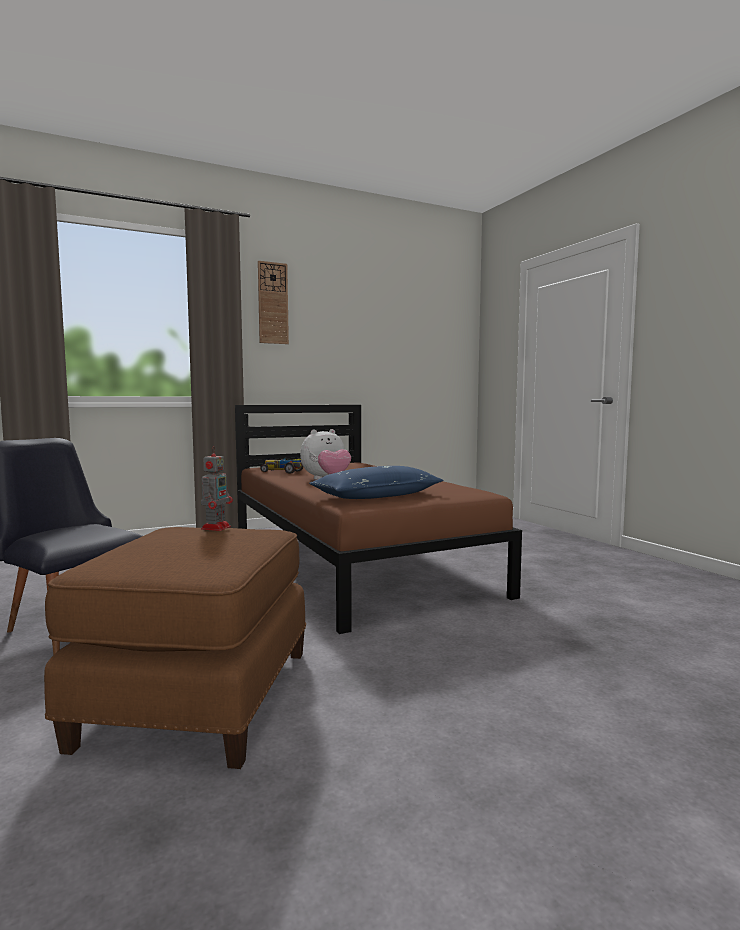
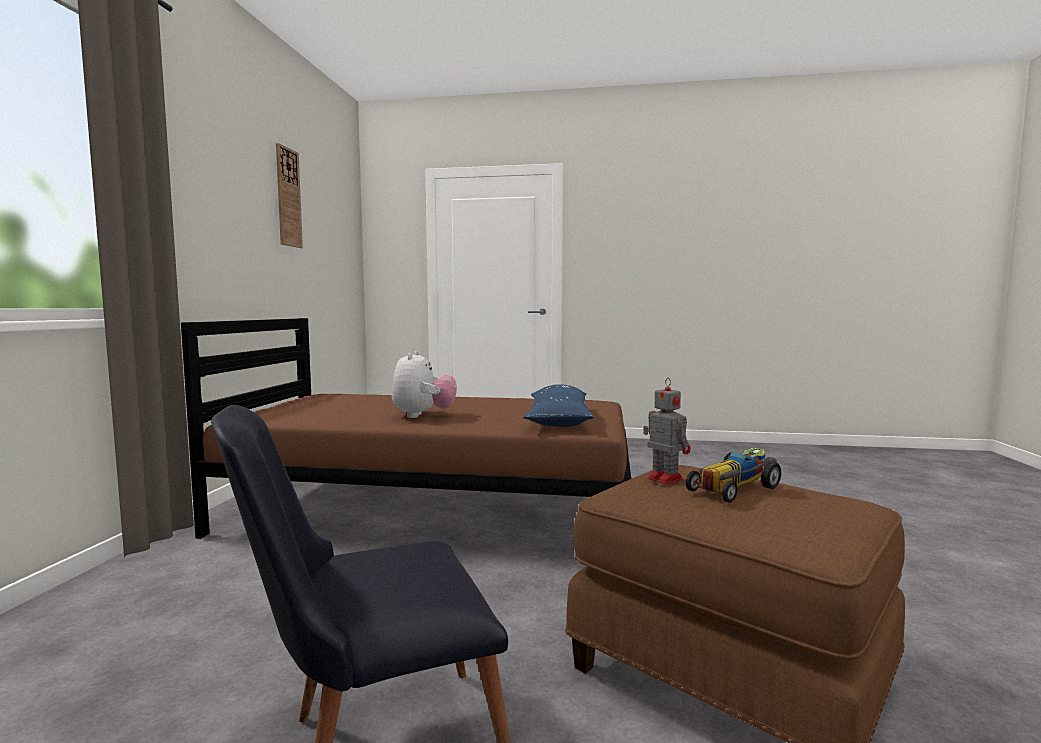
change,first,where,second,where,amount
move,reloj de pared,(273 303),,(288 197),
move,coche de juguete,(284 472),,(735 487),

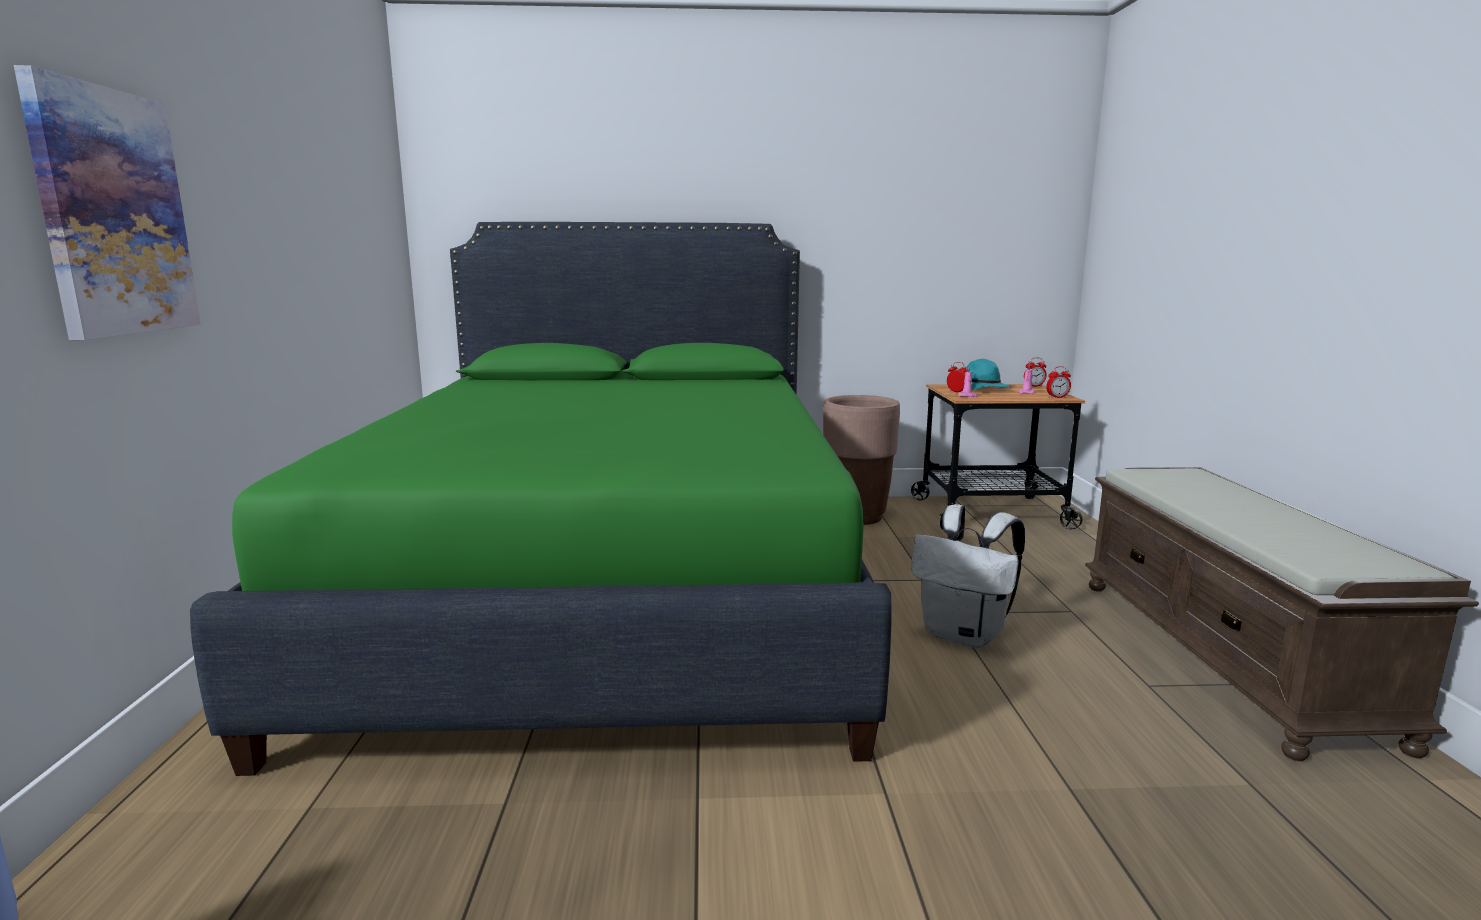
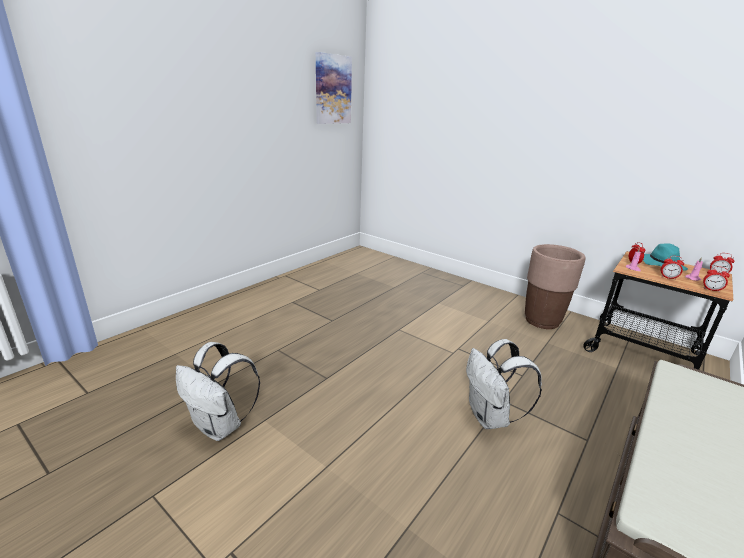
change,first,where,second,where,amount
move,cuadro,(113 213),,(333 89),
delete,cama (verde),(611 588),,,
insert,,,despertador,(668 278),
insert,,,mochila (blanco),(221 426),

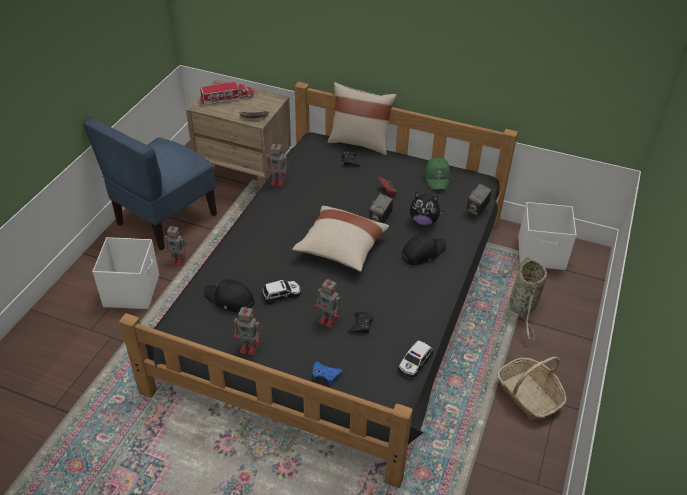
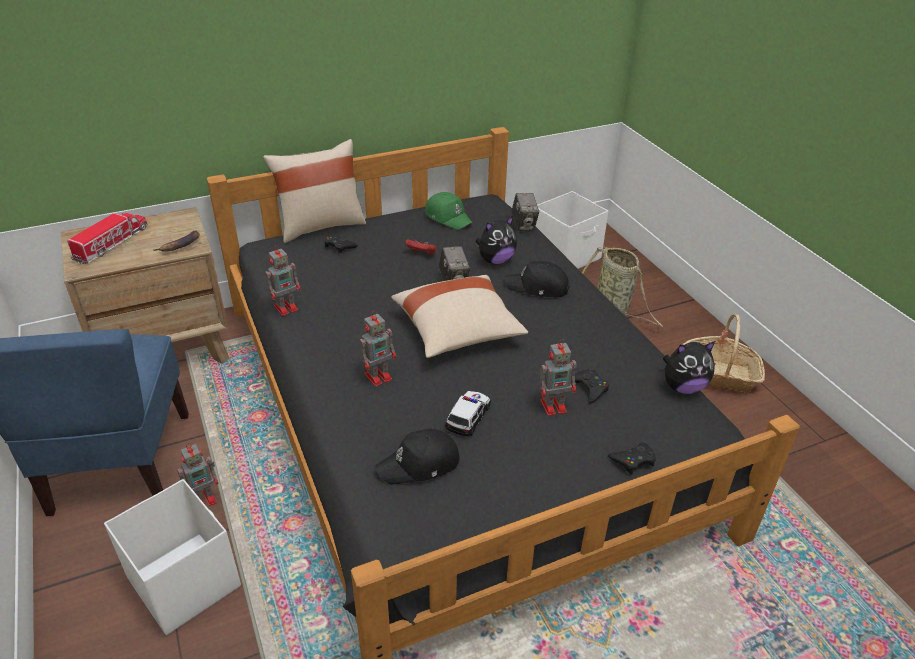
change,first,where,second,where,amount
rotate,gorra (negro),(423 252),,(537 287),90 degrees counterclockwise
move,robot de juguete,(250 347),,(379 376),
replace,coche de juguete,(415 362),peluche,(683 386),
recolor,mando de consola (azul),(325 374),mando de consola (negro),(633 460),

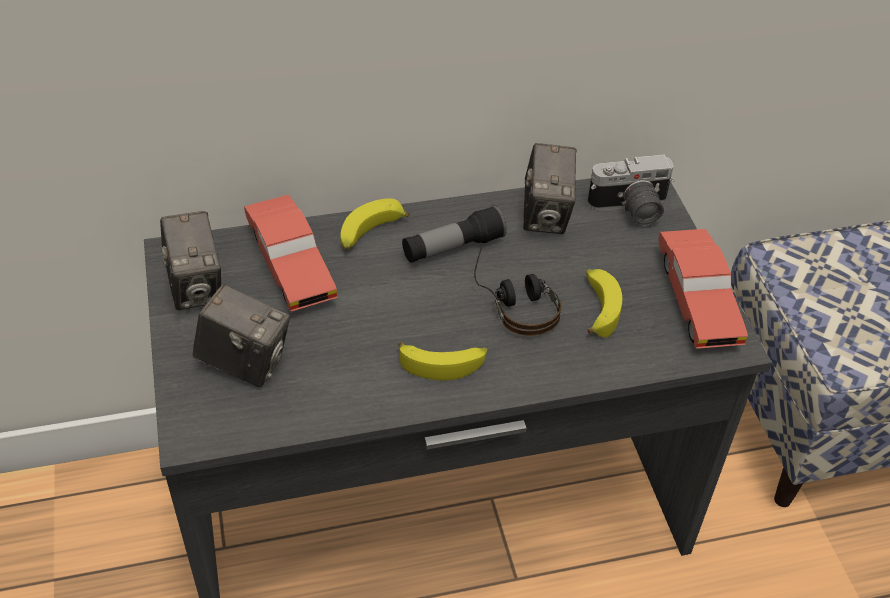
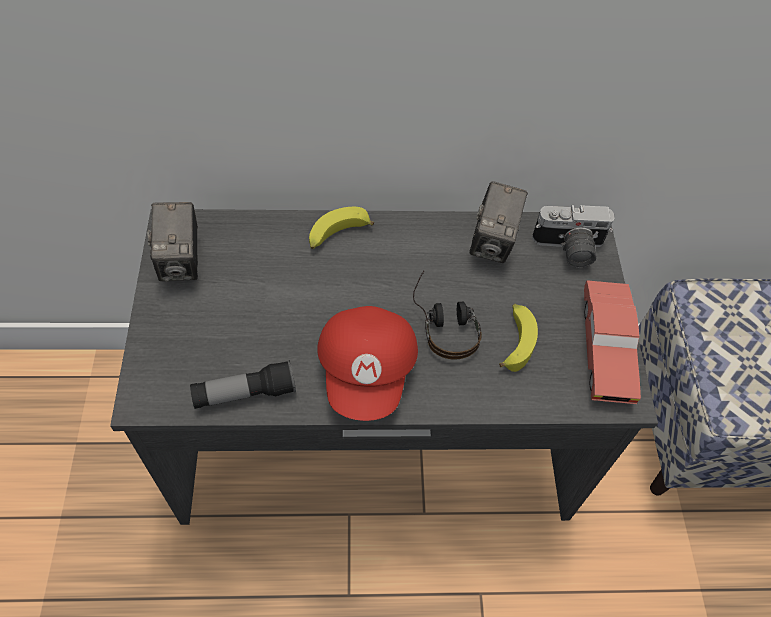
change,first,where,second,where,amount
delete,coche de juguete (rojo),(290 265),,,
move,linterna,(453 247),,(245 393),
delete,cámara,(245 362),,,
replace,plátano,(443 363),gorra (rojo),(368 371),

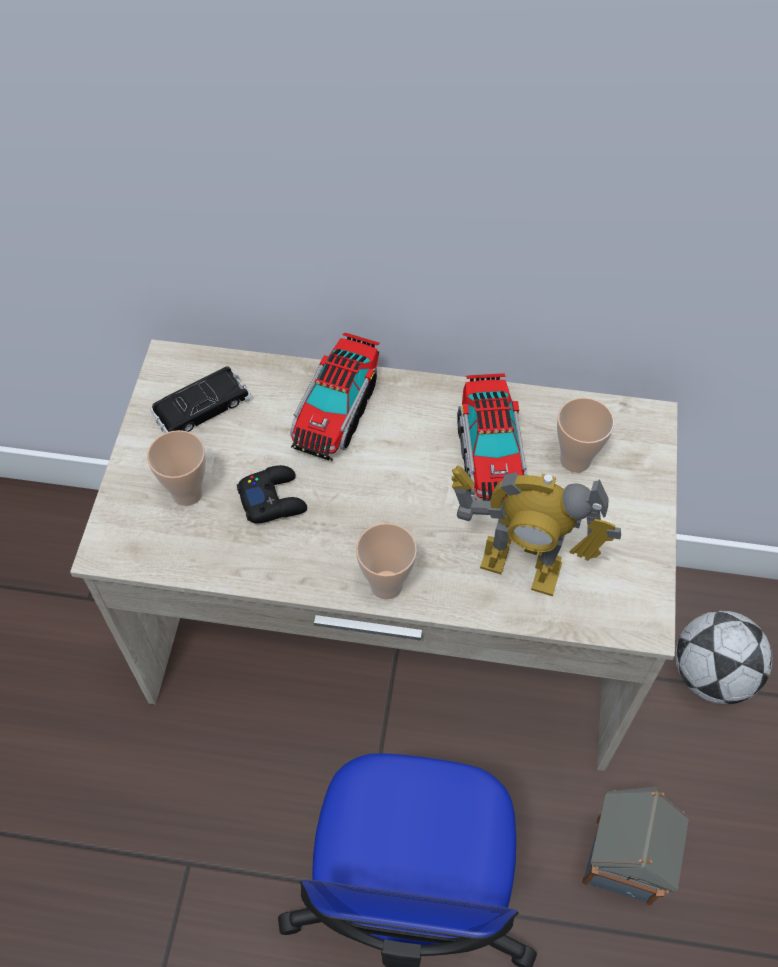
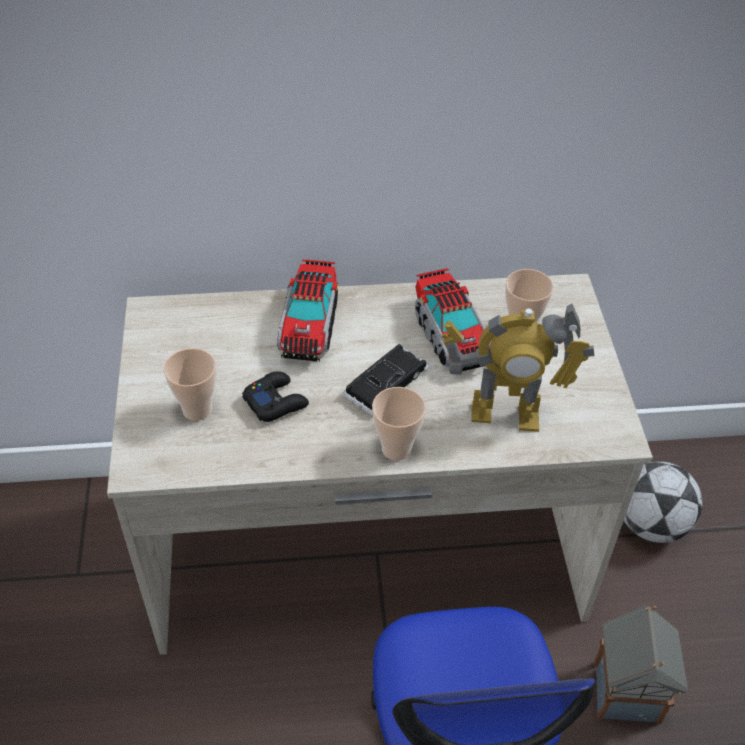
change,first,where,second,where,amount
move,coche de juguete (negro),(202 407),,(386 384),

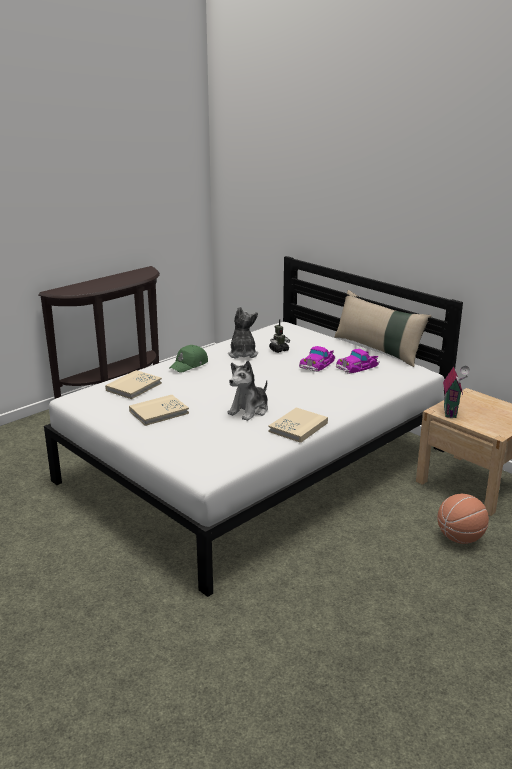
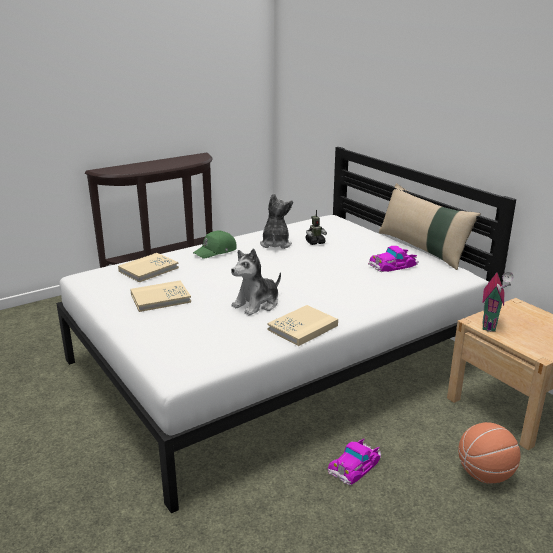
change,first,where,second,where,amount
move,coche de juguete,(318 363),,(355 465),

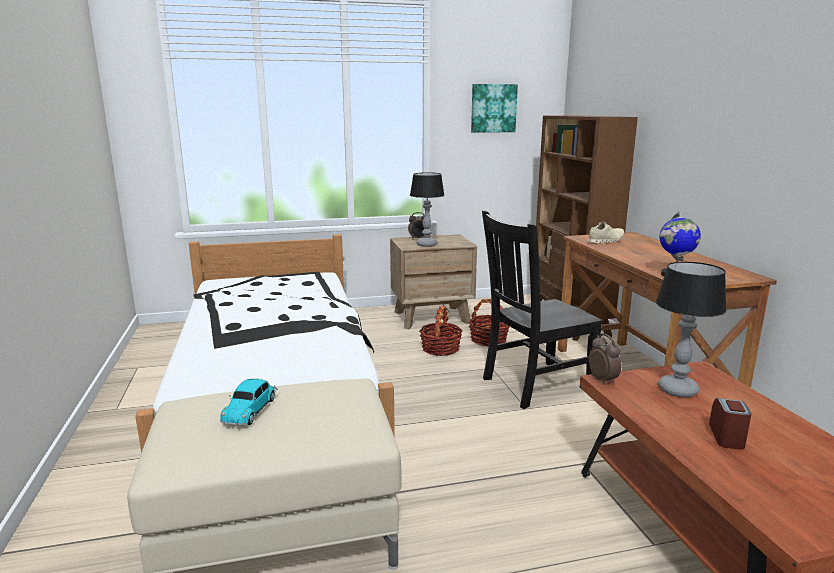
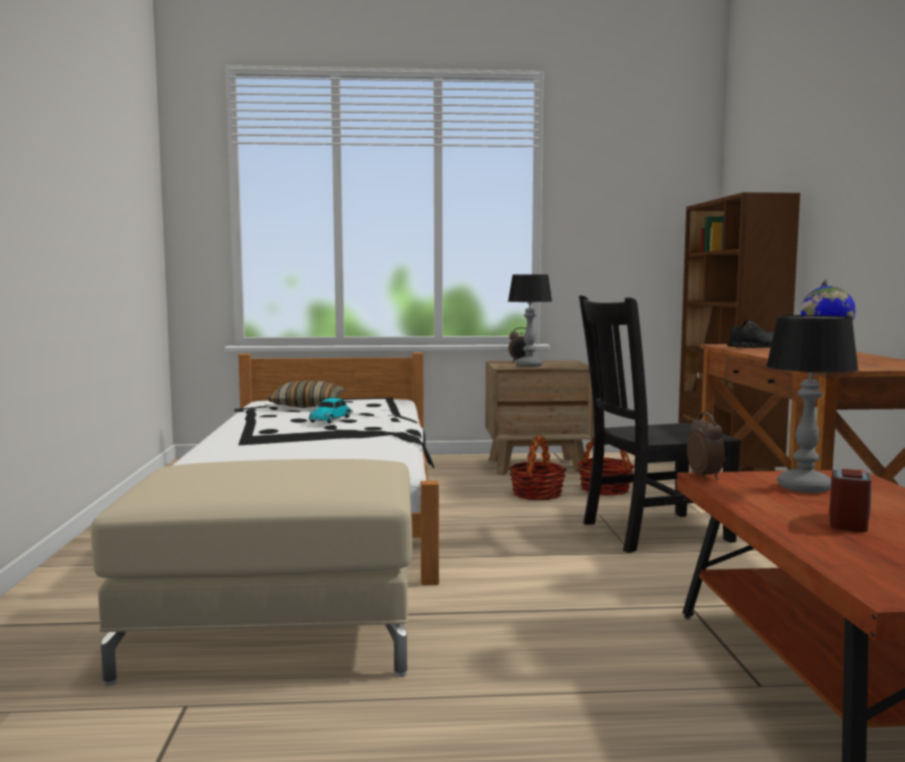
change,first,where,second,where,amount
delete,cuadro,(493 108),,,
recolor,zapato (beis),(605 241),zapato (negro),(755 347),
move,coche de juguete,(251 409),,(331 419),
insert,,,cojín,(307 405),

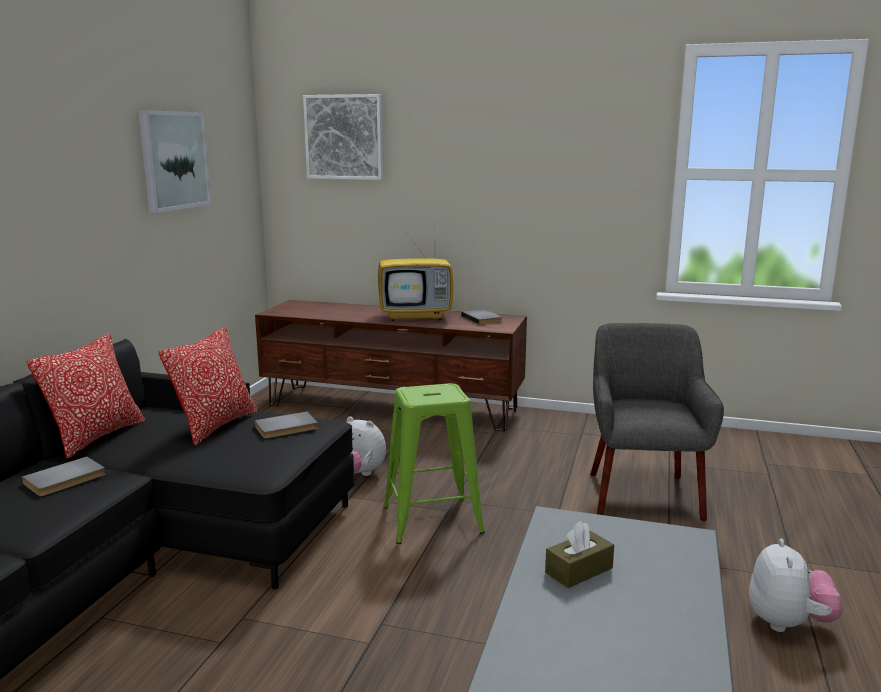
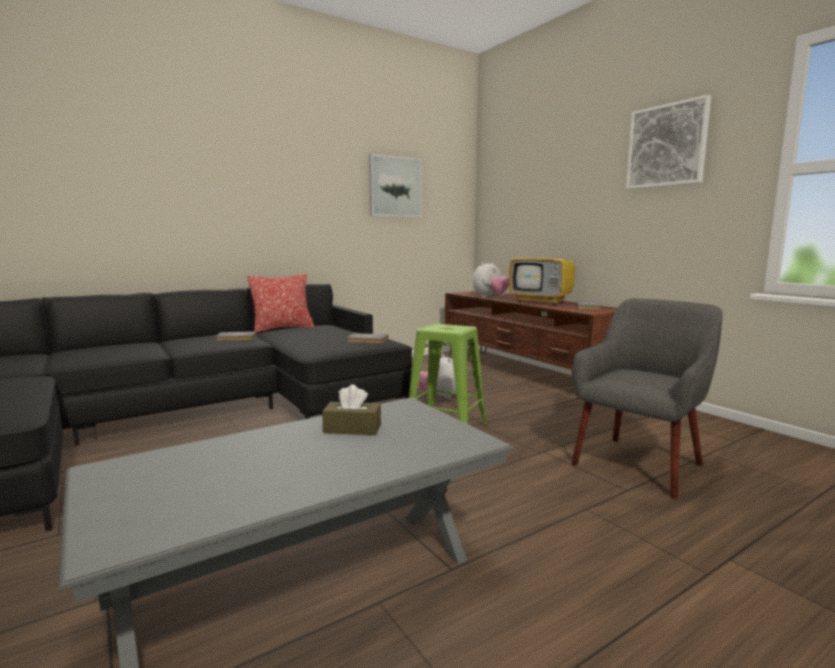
change,first,where,second,where,amount
move,cuadro,(344 137),,(667 146),
delete,cojín,(215 426),,,
move,peluche,(788 623),,(490 297),

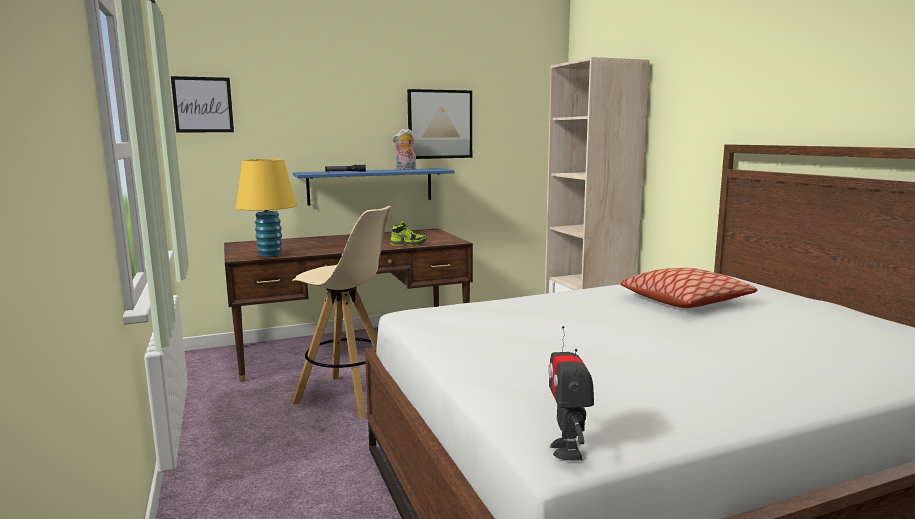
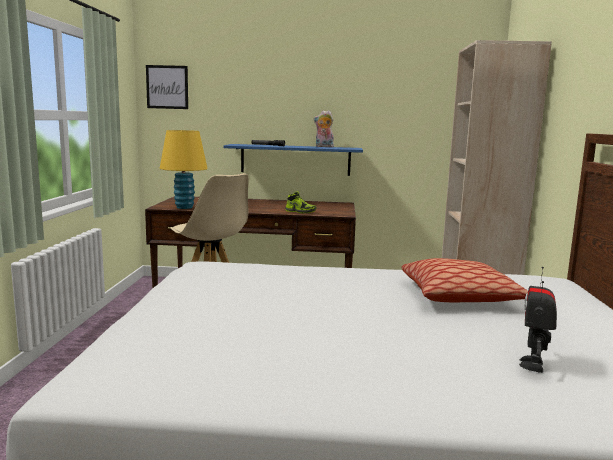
change,first,where,second,where,amount
delete,cuadro,(440 124),,,
move,robot de juguete,(567 450),,(533 364),

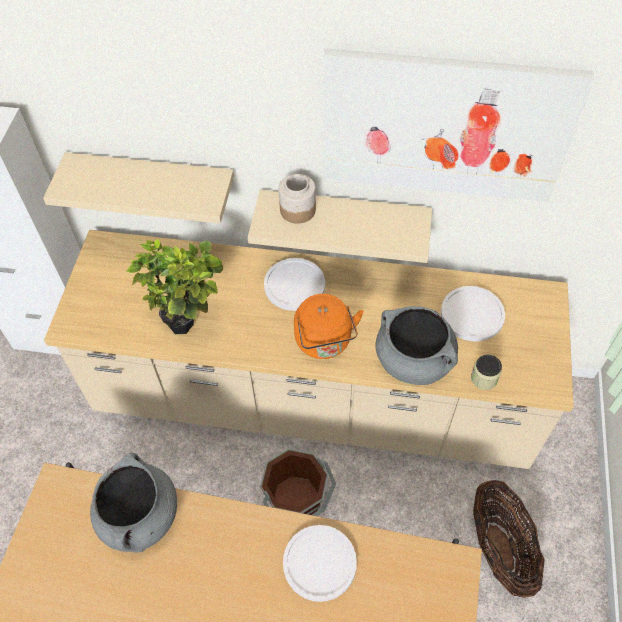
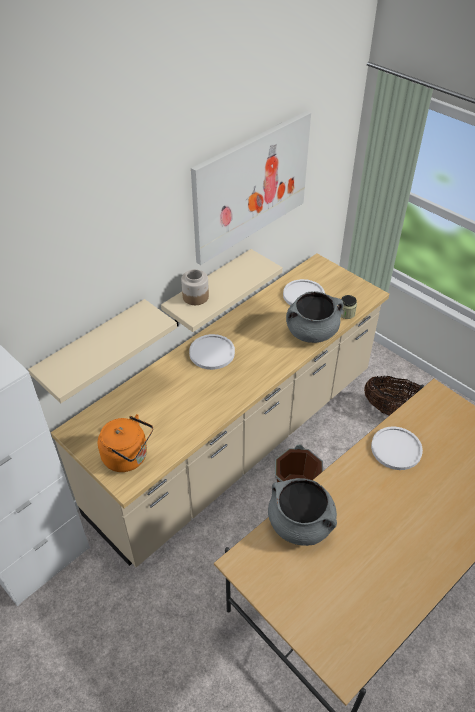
change,first,where,second,where,amount
delete,planta en maceta,(189 321),,,
move,hervidor (naranja),(324 342),,(128 457),

